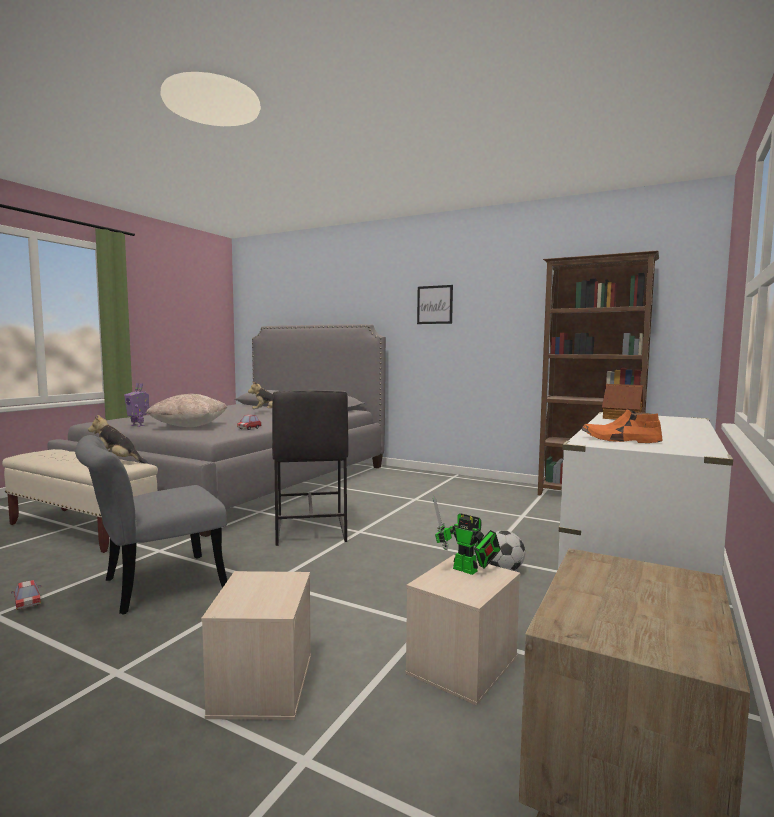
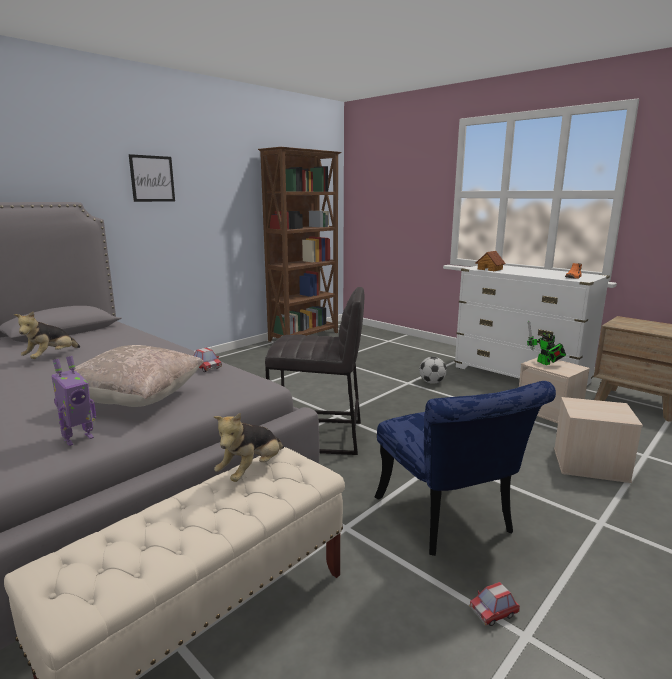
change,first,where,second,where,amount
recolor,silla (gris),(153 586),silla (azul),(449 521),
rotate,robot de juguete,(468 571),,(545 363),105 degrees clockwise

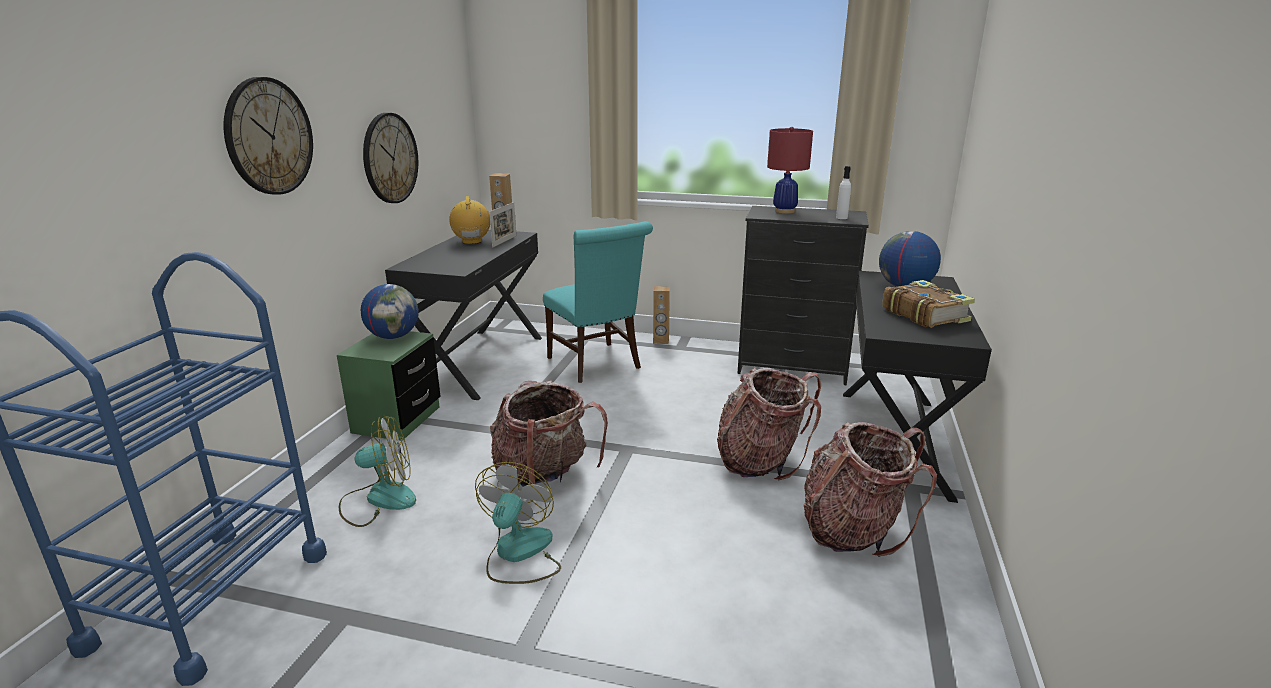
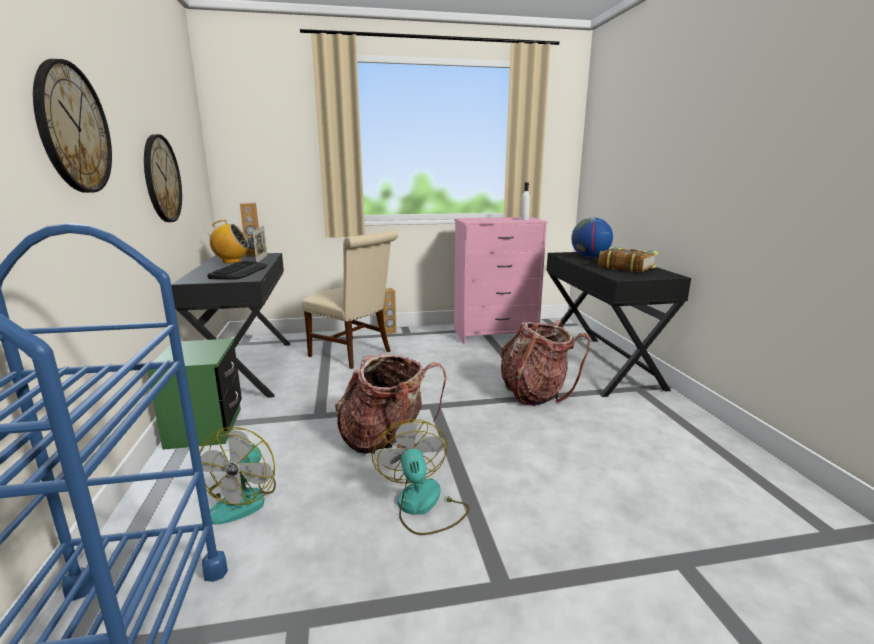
change,first,where,second,where,amount
delete,lámpara de mesa (rojo),(784 211),,,
rotate,radio,(472 242),,(231 261),120 degrees clockwise
recolor,cómoda (negro),(792 367),cómoda (rosa),(495 334),
recolor,silla (turquesa),(597 364),silla (beis),(354 354),
delete,globo terráqueo,(393 336),,,
rotate,ventilador,(379 499),,(244 499),135 degrees clockwise
delete,mochila,(853 530),,,
insert,,,teclado,(239 271),

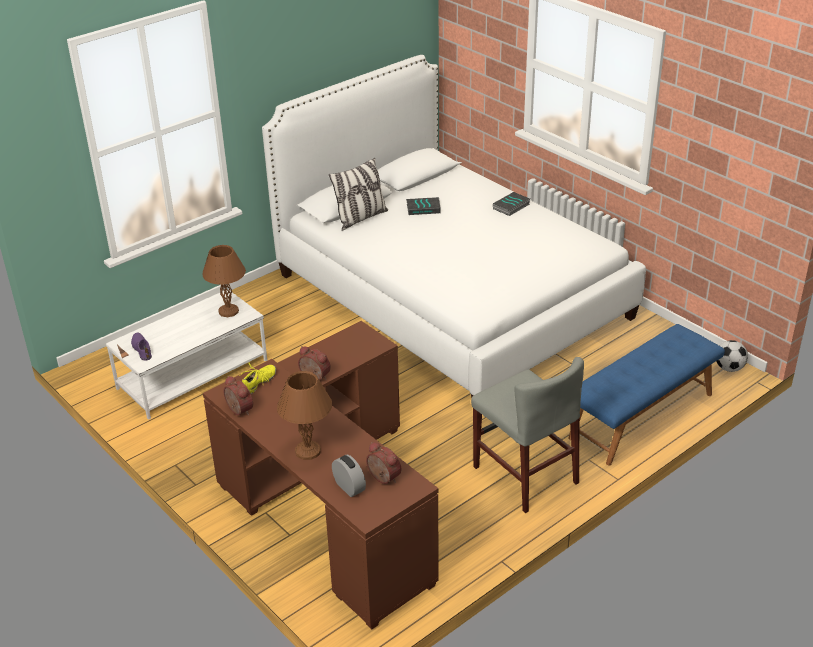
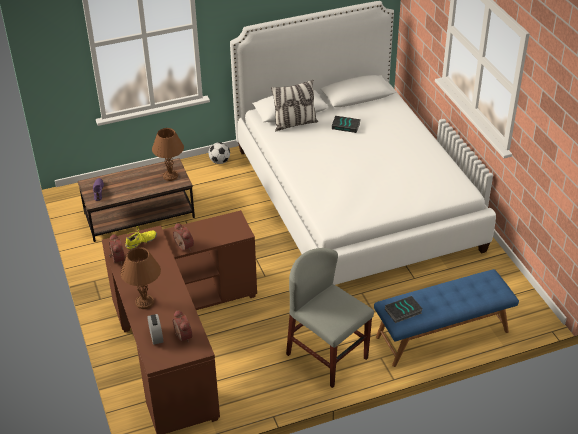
change,first,where,second,where,amount
move,libro,(511 207),,(403 312),
recolor,mesa de centro (blanco),(192 375),mesa de centro (marrón),(139 215),
move,balón de fútbol,(729 368),,(219 161),
rotate,silla (gris),(525 475),,(327 356),150 degrees clockwise

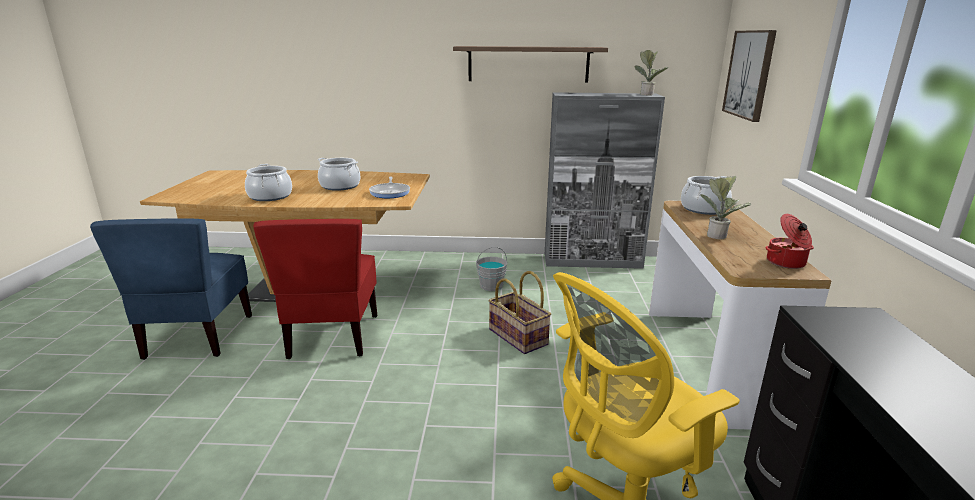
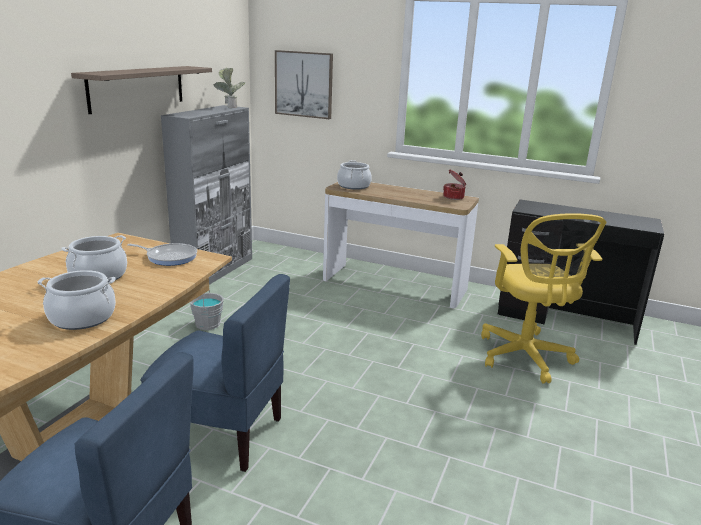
change,first,where,second,where,amount
delete,planta en maceta,(718 235),,,
recolor,silla (rojo),(332 336),silla (azul),(221 434),
delete,cesta,(519 337),,,

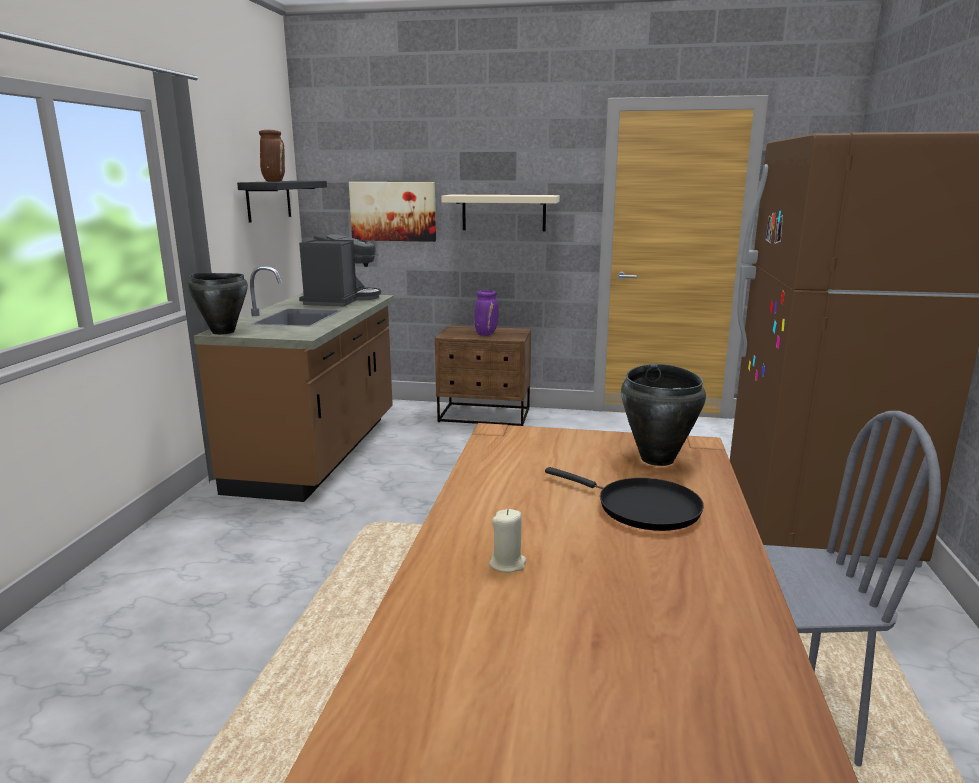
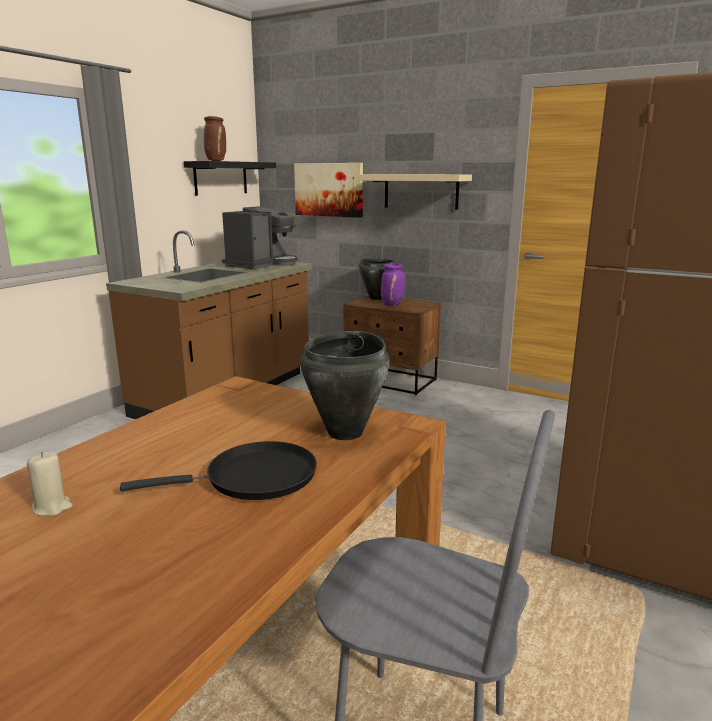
change,first,where,second,where,amount
move,olla (negro),(223 332),,(376 298),
rotate,sartén (negro),(641 508),,(254 478),75 degrees counterclockwise

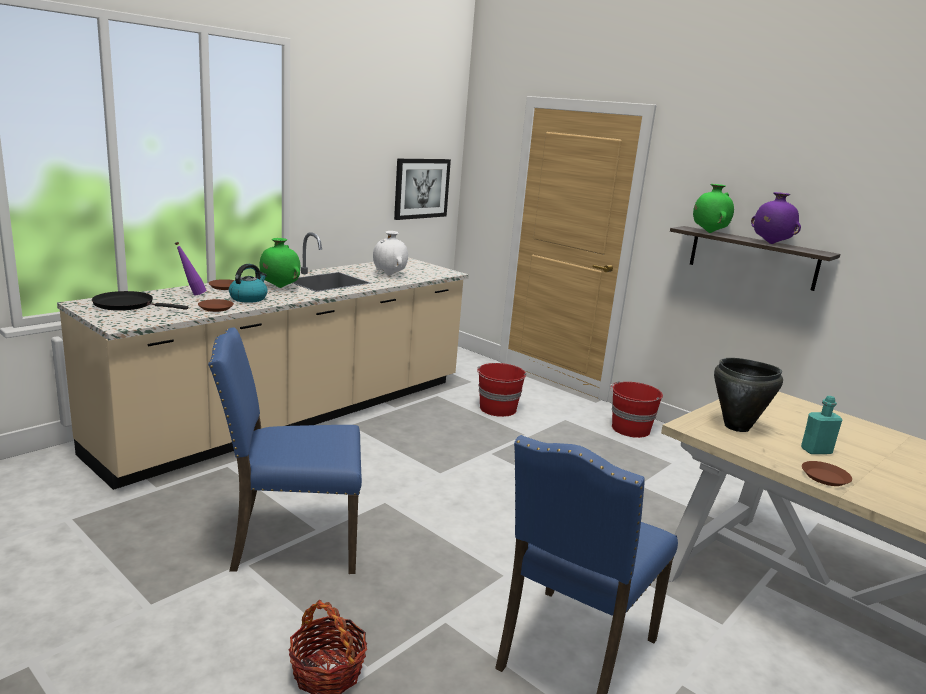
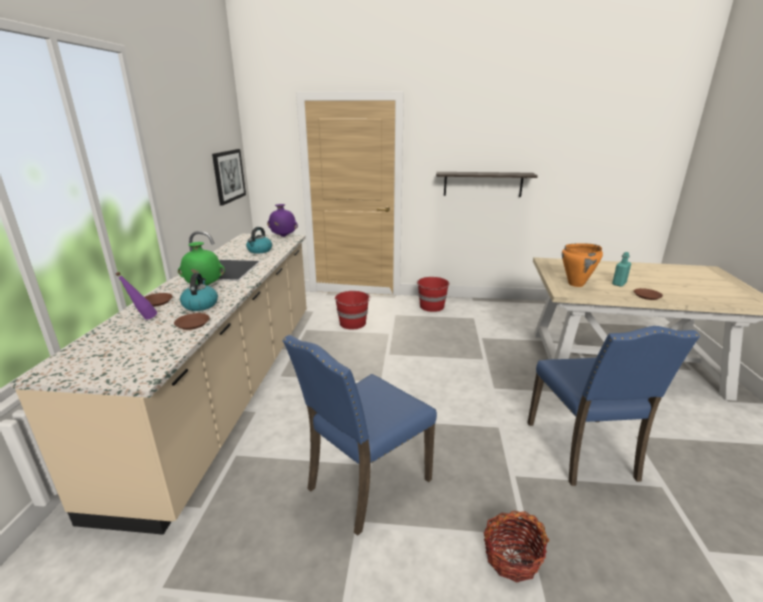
change,first,where,second,where,amount
delete,florero (verde),(709 232),,,
move,florero (morado),(770 243),,(283 236),
replace,florero (blanco),(389 275),hervidor,(259 250),
delete,sartén (negro),(128 305),,,
recolor,olla (negro),(737 427),olla (naranja),(576 284),

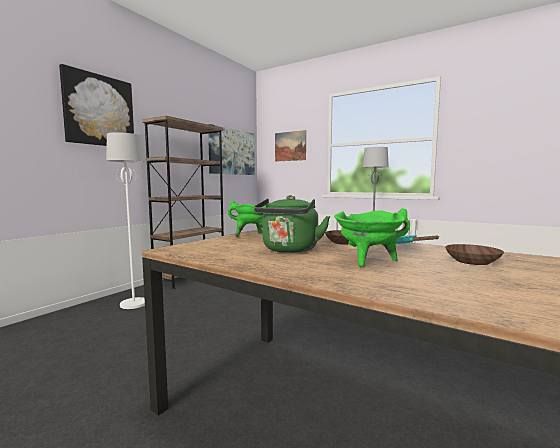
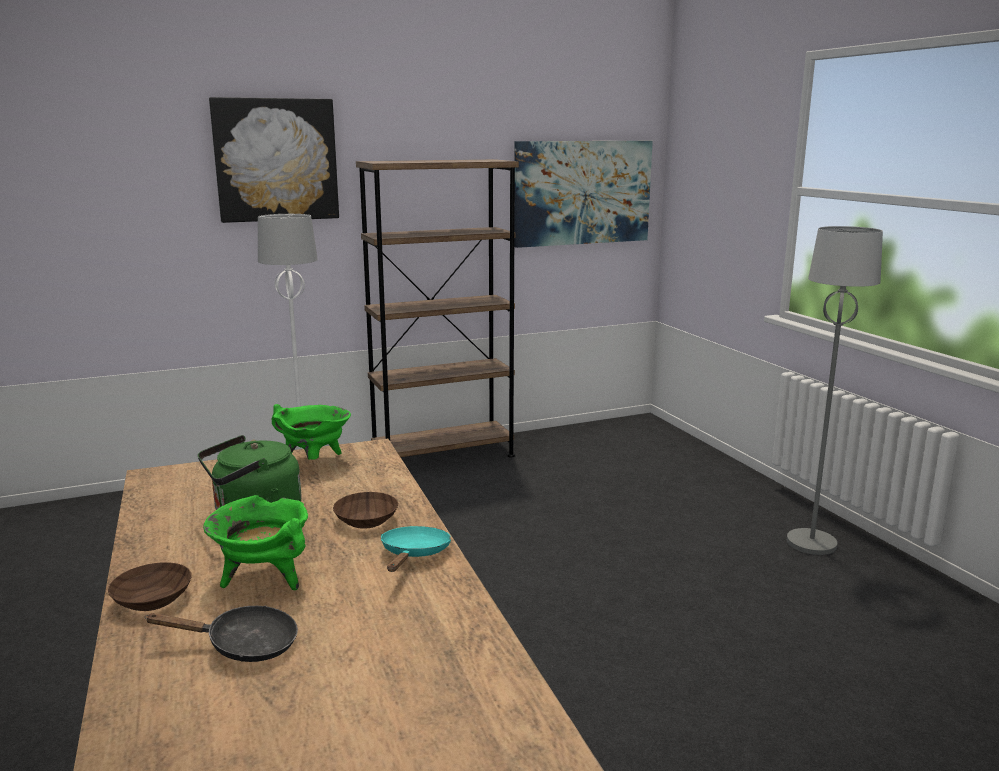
change,first,where,second,where,amount
delete,cuadro,(290 146),,,
move,cuenco (marrón),(473 262),,(151 600),
insert,,,sartén (negro),(243 645),

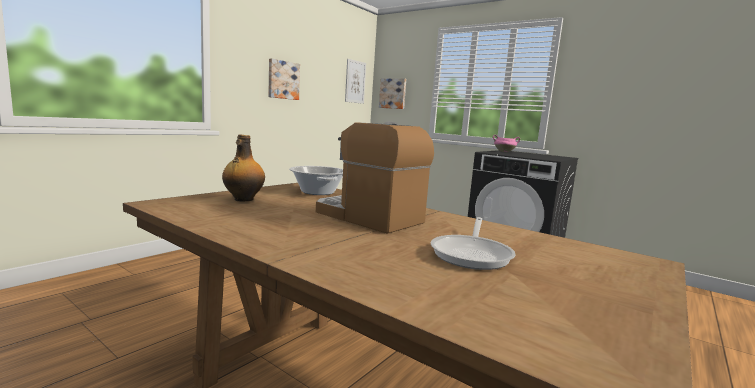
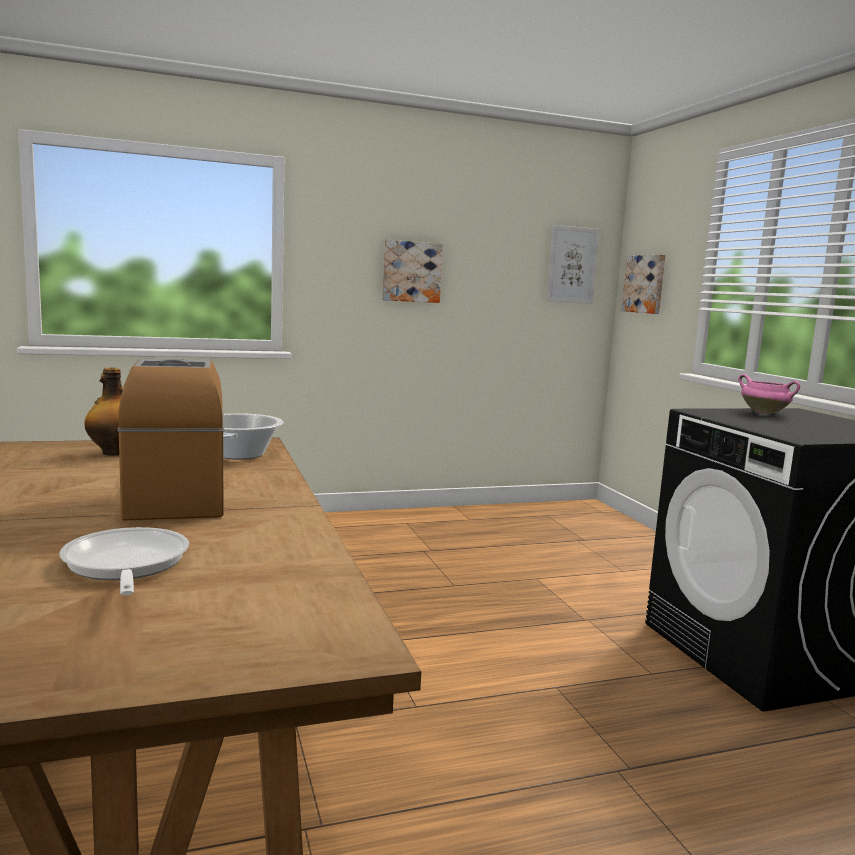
change,first,where,second,where,amount
rotate,sartén,(472 254),,(125 566),105 degrees clockwise

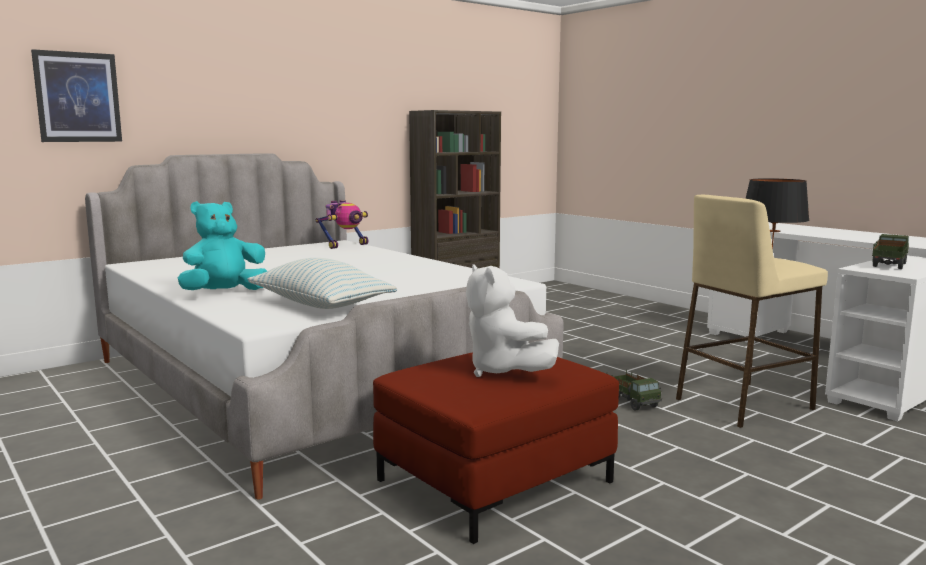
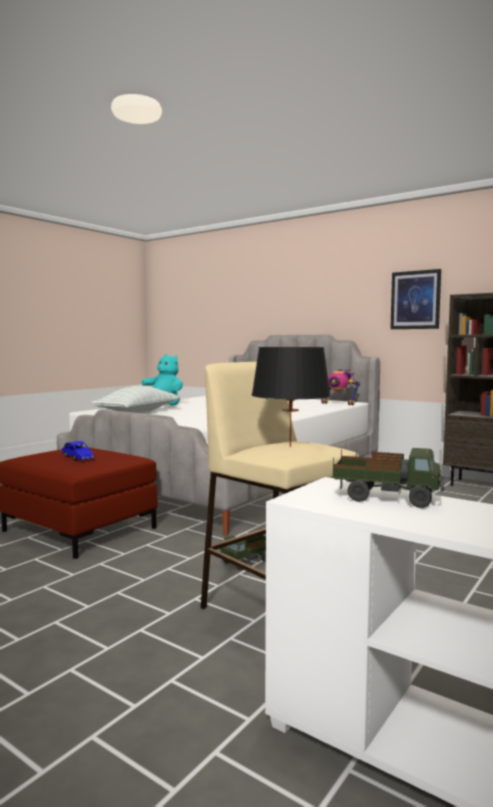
change,first,where,second,where,amount
move,cuadro,(78 97),,(415 300),
replace,peluche (blanco),(503 371),coche de juguete (azul),(78 458),

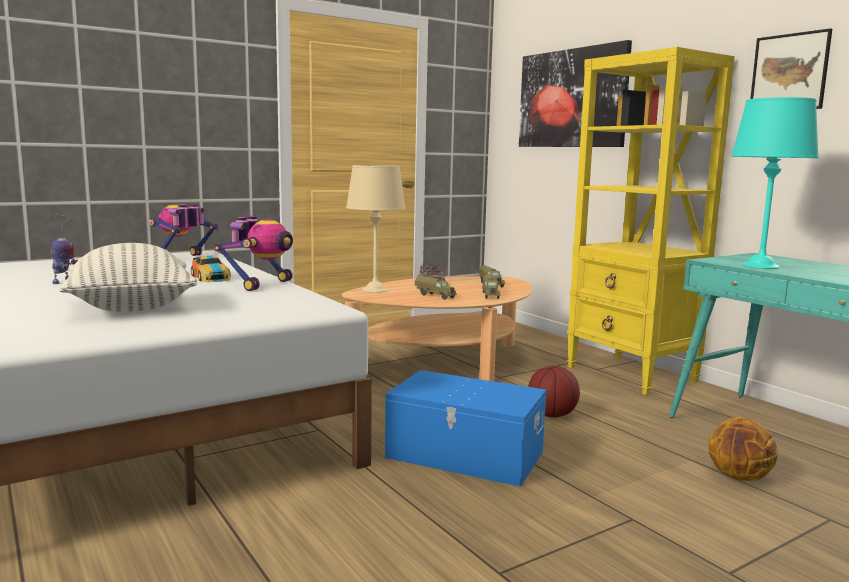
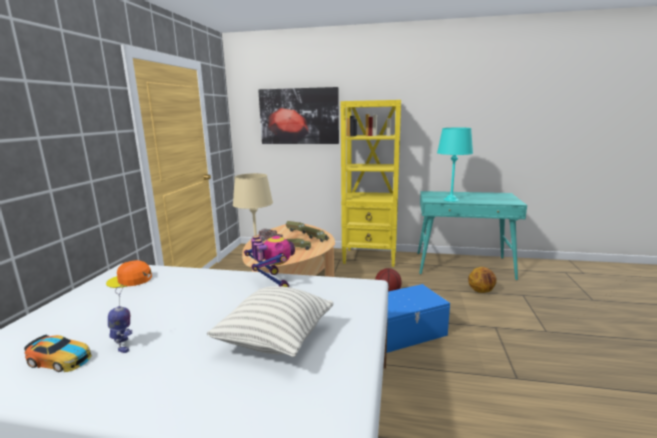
change,first,where,second,where,amount
delete,cuadro,(789 72),,,
replace,robot de juguete,(182 258),gorra (naranja),(130 280),
move,coche de juguete,(210 277),,(61 360),

